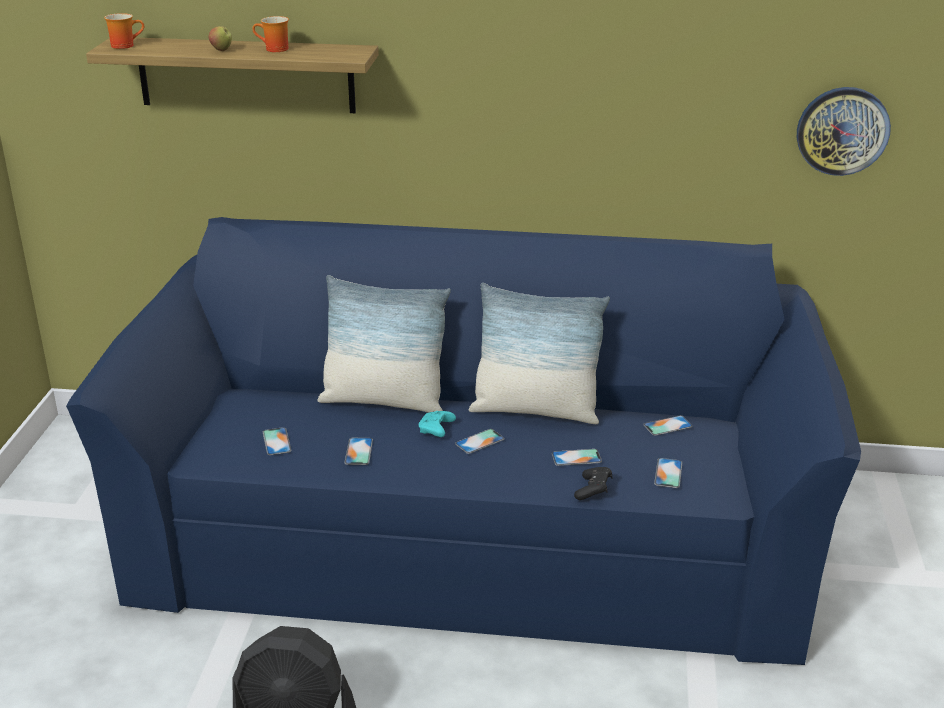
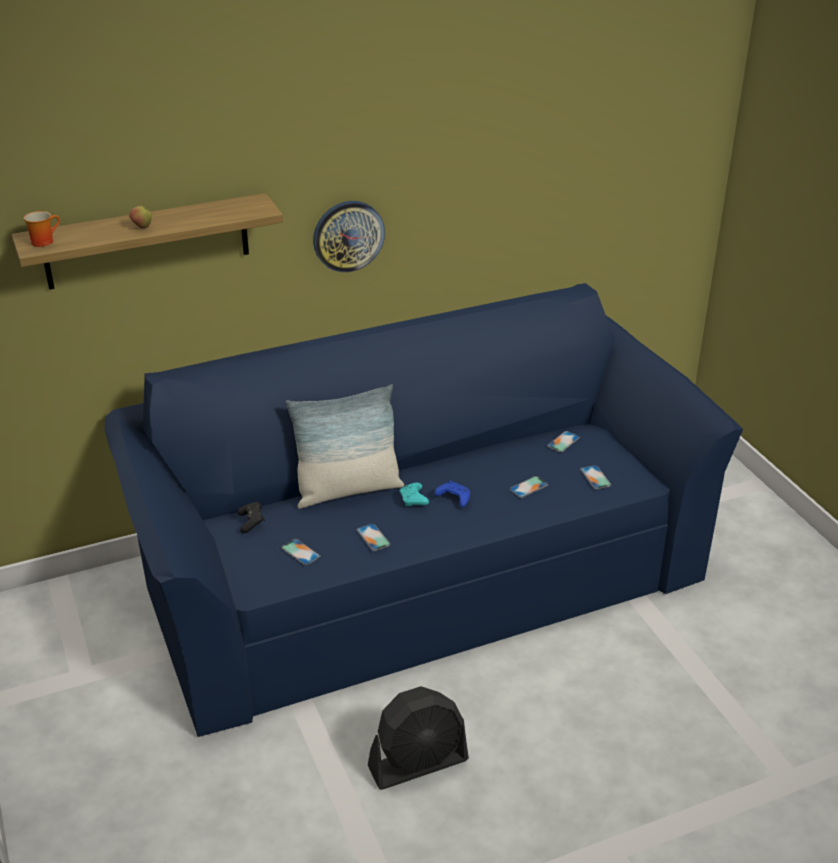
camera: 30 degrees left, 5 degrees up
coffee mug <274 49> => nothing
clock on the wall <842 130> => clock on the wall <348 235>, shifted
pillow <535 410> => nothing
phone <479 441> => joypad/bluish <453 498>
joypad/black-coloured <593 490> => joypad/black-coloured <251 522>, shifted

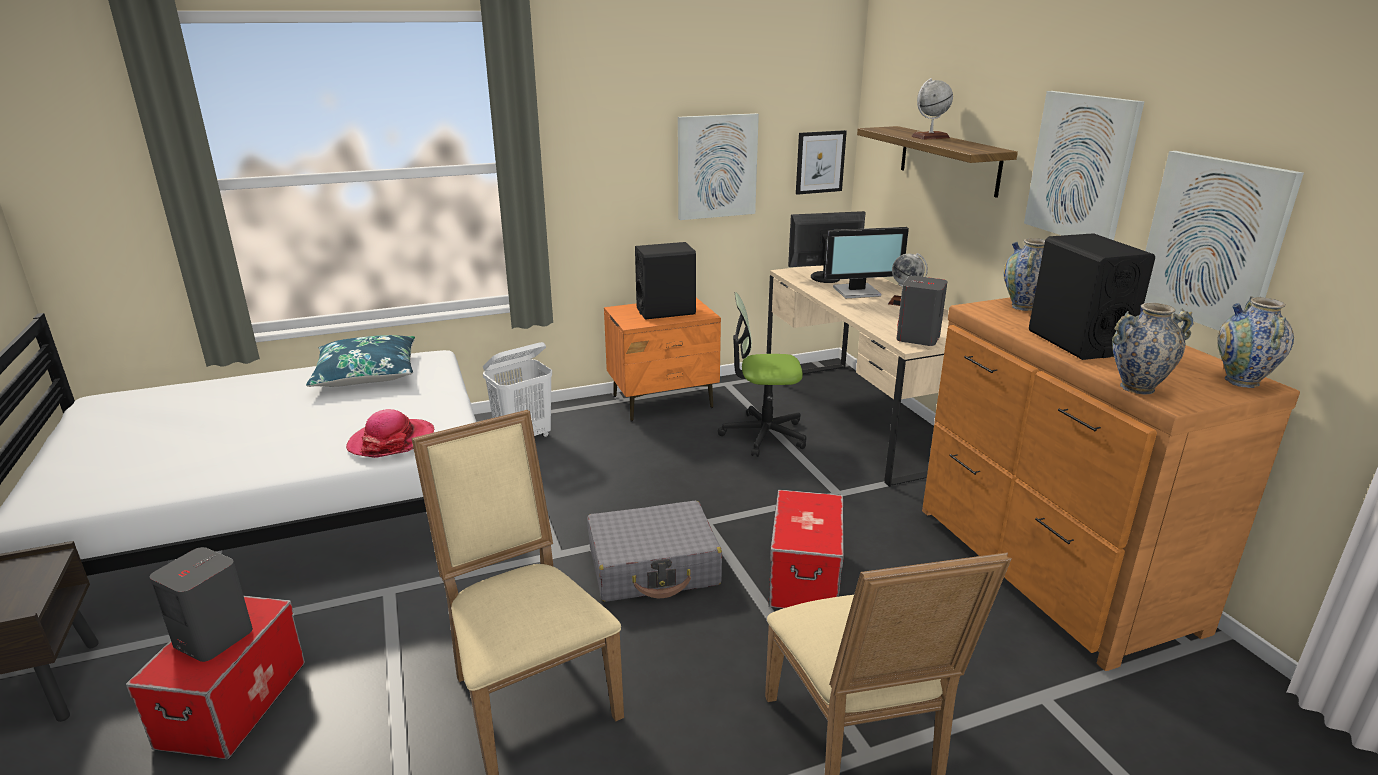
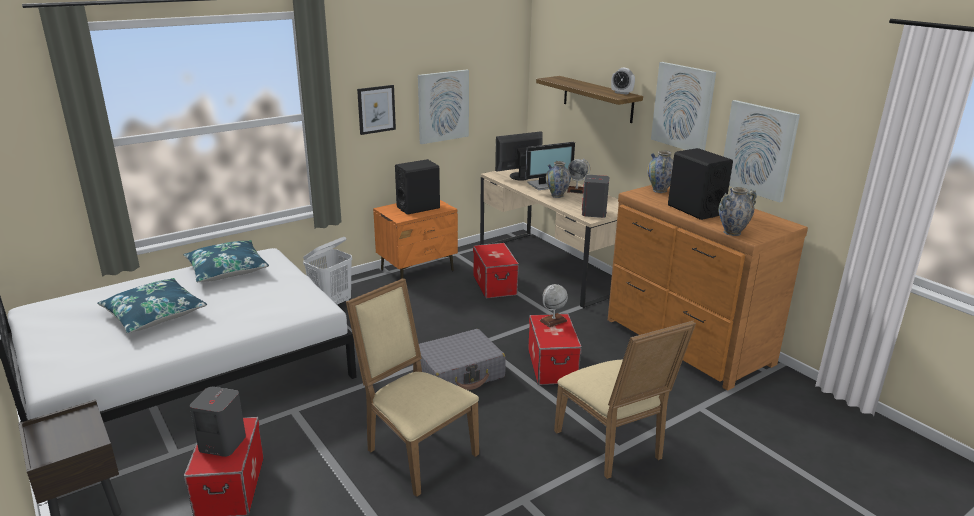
camera: 15 degrees left, 0 degrees up
globe <930 137> => globe <553 321>, shifted
picture <820 162> => picture <376 109>, shifted
desk chair <763 435> => storage box <494 285>
vase <1242 381> => vase <557 195>, shifted
hat <392 441> => nothing
nothing => bedside clock <621 93>
nothing => pillow/bluish <154 315>

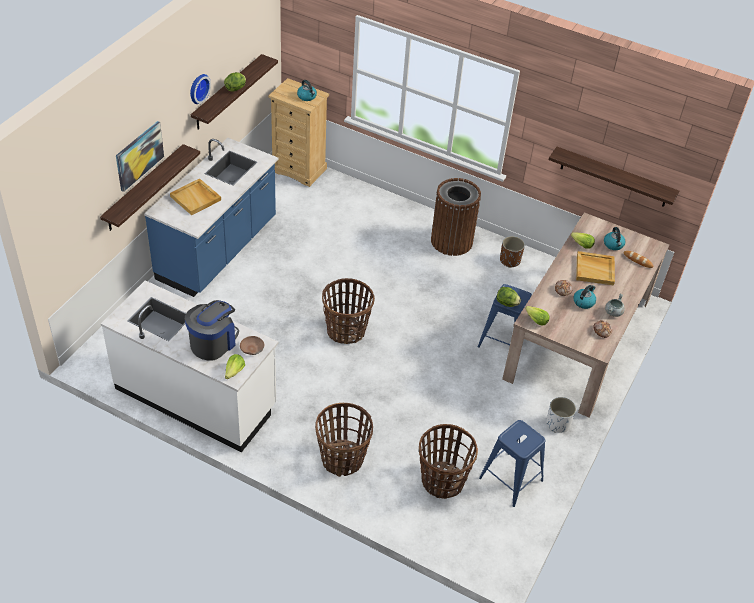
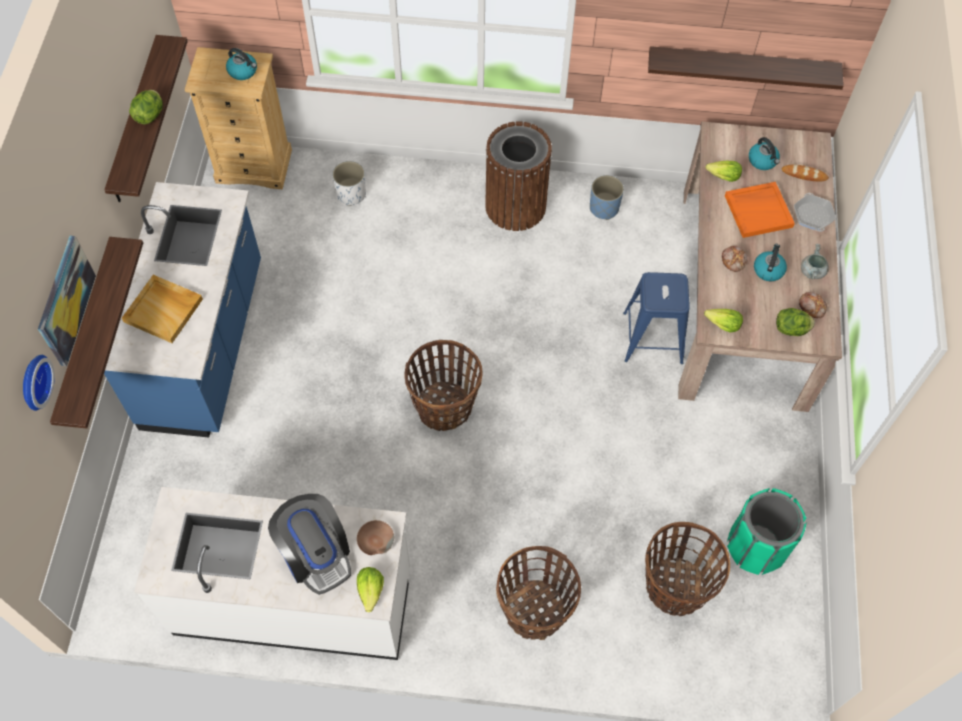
camera: 20 degrees left, 15 degrees up
clock on the wall <198 88> => clock on the wall <33 382>, shifted
flower pot/brown <510 260> => flower pot/bluish <604 208>
serving tray/sand-coloured <595 269> => serving tray/orange <758 211>
lettuce <507 303> => lettuce <791 329>, shifted
coffee machine <213 342> => coffee machine <316 554>, 135 degrees clockwise
flower pot/white-coloured <558 424> => flower pot/white-coloured <351 194>, shifted
sitting stool/bluish <511 479> => waste bin/greenish <757 546>
nothing => pan <813 215>

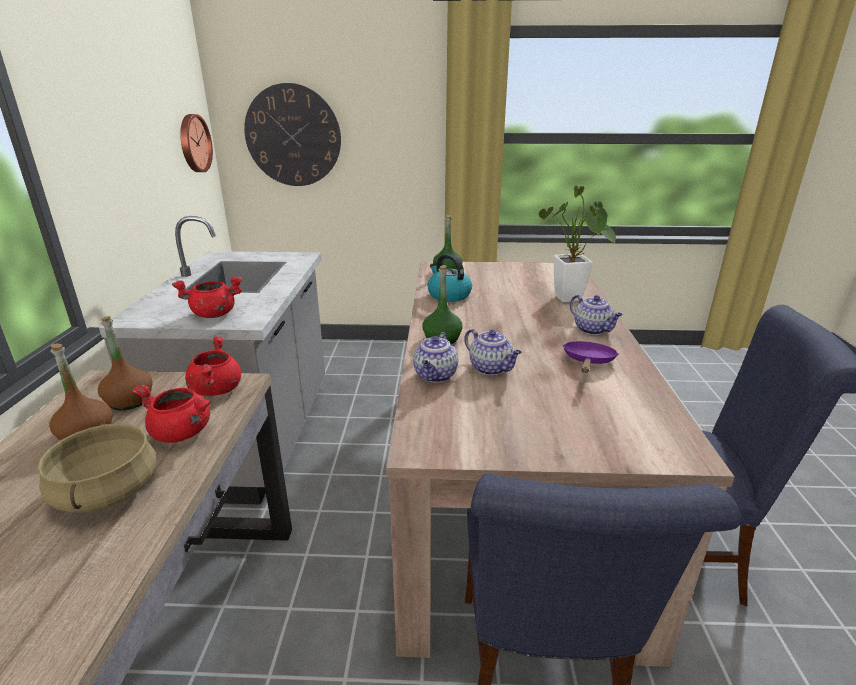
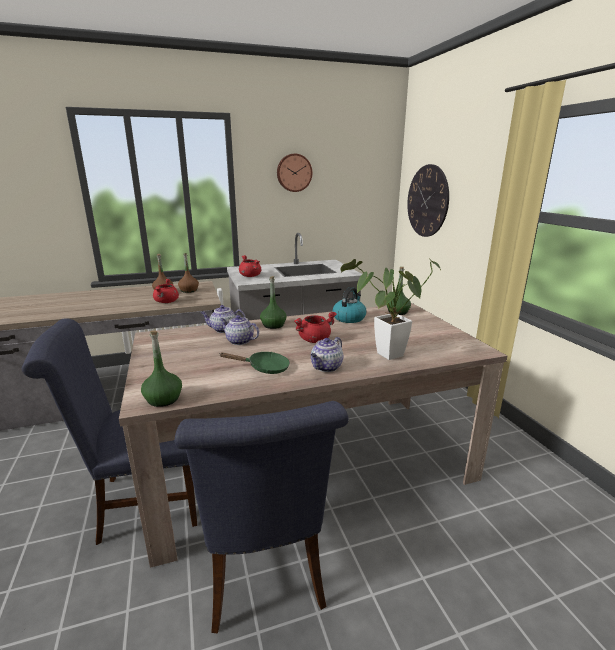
camera: 70 degrees right, 5 degrees down
clock on the wall <193 143> => clock on the wall <294 173>, shifted
tea pot <491 368> => tea pot <239 341>, 90 degrees clockwise
saucepot/reddish <216 389> => saucepot/reddish <314 340>, shifted
pan/purplish <588 362> => pan/greenish <264 368>
saucepot/sand-coloured <106 491> => nothing
nothing => beverage bottle/greenish <163 399>

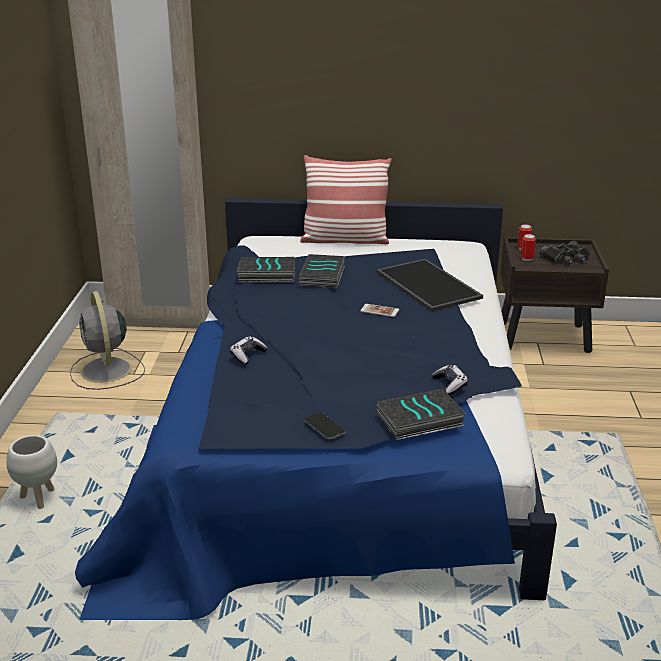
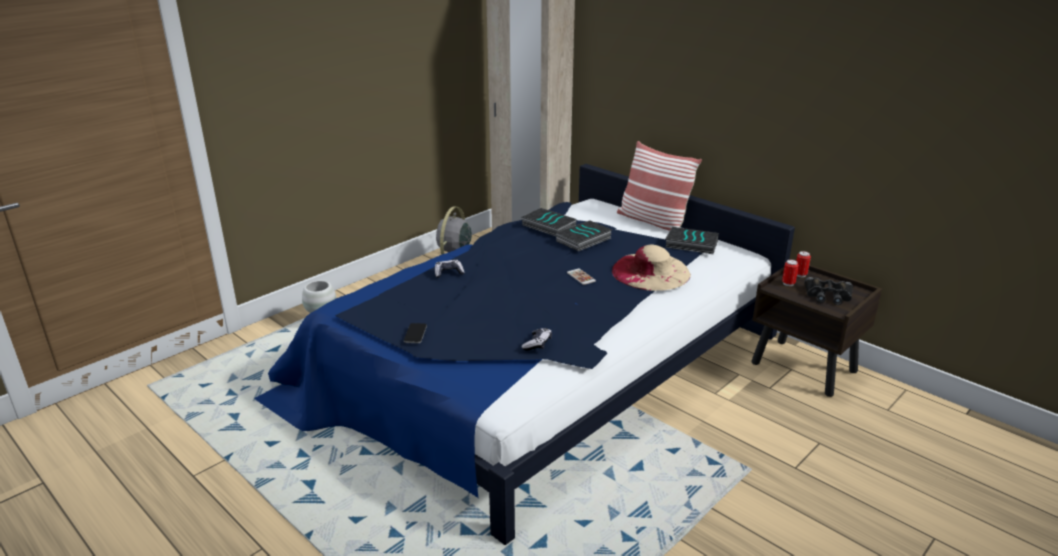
camera: 40 degrees right, 0 degrees up
serving tray <426 285> => hat/sand-coloured <650 272>
volume <419 421> => volume <691 244>, shifted

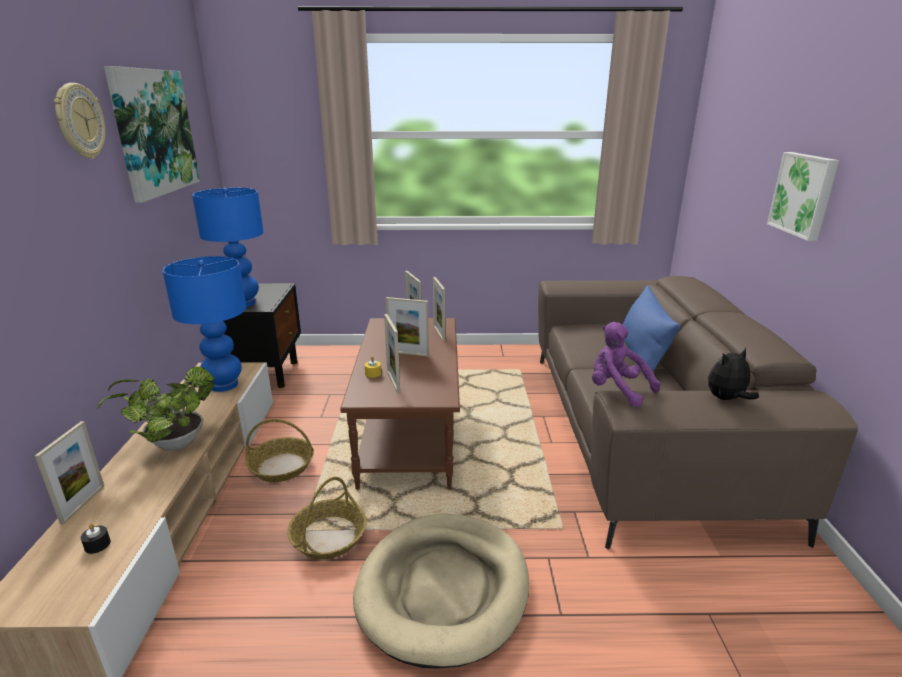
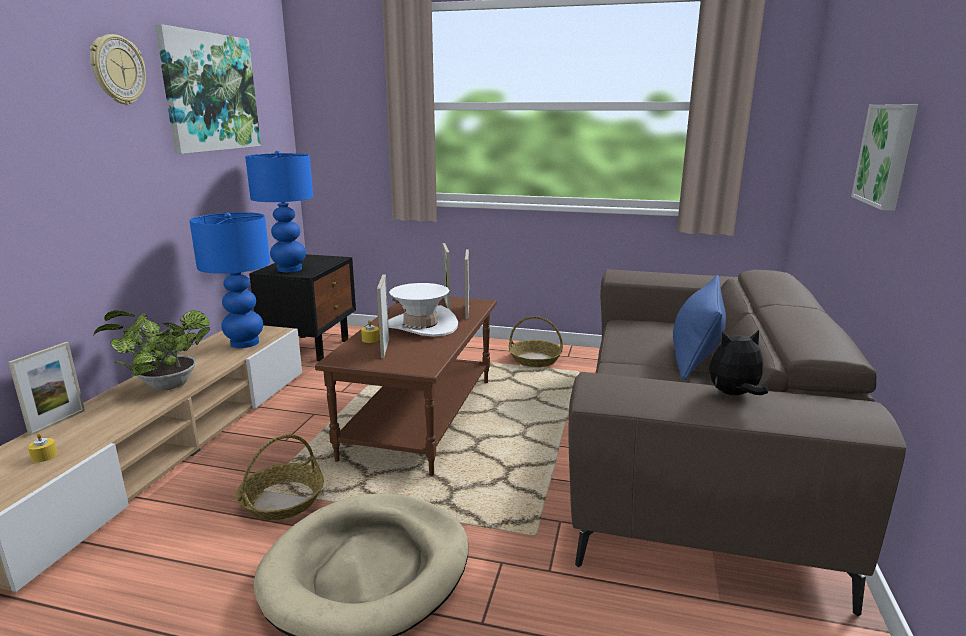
camera: 15 degrees right, 5 degrees down
picture frame <408 353> => hat/white-coloured <420 326>
plush toy/purplish <617 390> => nothing
household basket <282 466> => household basket <535 359>, shifted
wax light/black-coloured <97 545> => wax light/yellow-coloured <44 456>

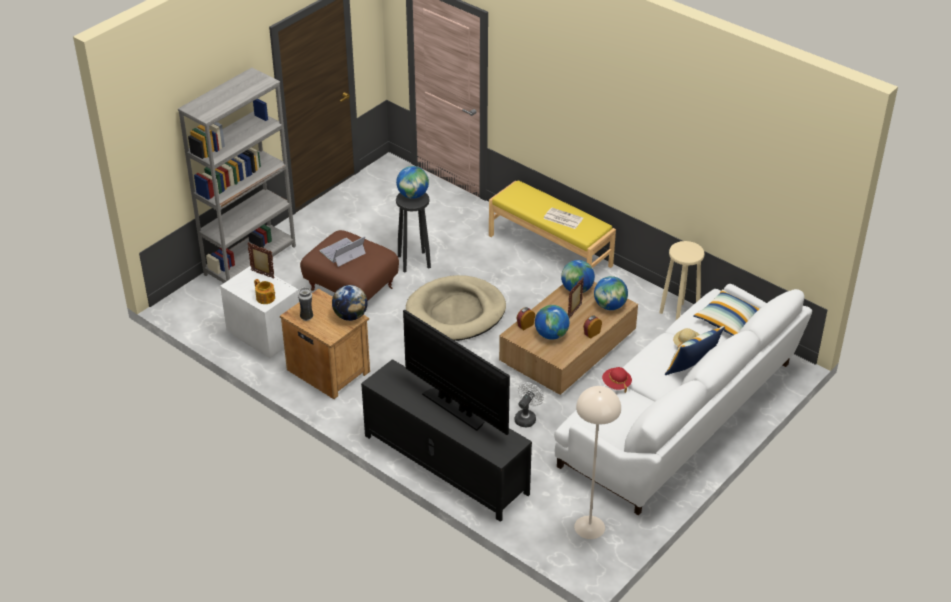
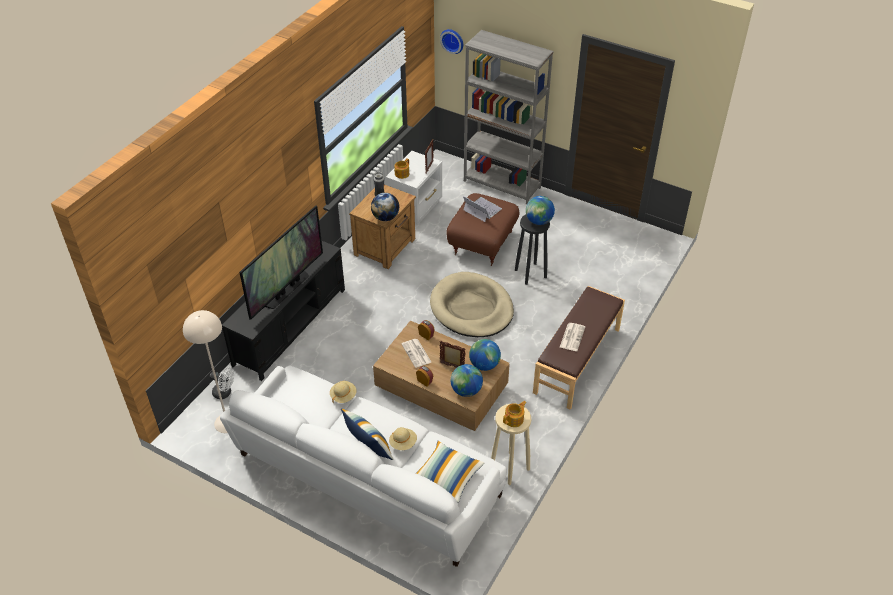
camera: 80 degrees right, 5 degrees up
long seat/yellow-coloured <550 250> => long seat/brown <578 360>
globe <551 335> => newspaper <417 353>
hat/reddish <616 384> => hat/sand-coloured <343 396>
cooling fan/white-coloured <526 417> => cooling fan/white-coloured <225 393>, shifted
nothing => clock on the wall <453 40>
nothing => tea pot <514 419>

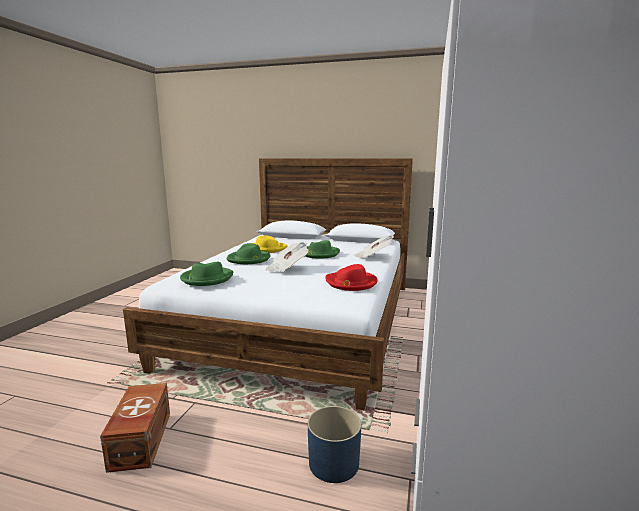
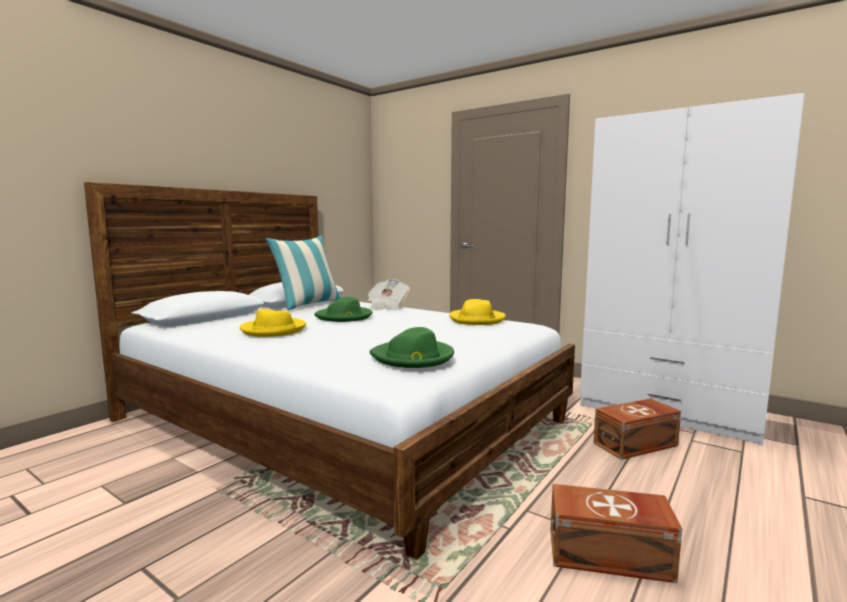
camera: 70 degrees left, 5 degrees down
newspaper <287 268> => nothing
hat/greenish <249 259> => nothing
hat/reddish <351 283> => hat/yellow-coloured <477 320>
flower pot/bluish <333 463> => storage box/brown <637 445>
nothing => pillow <308 305>

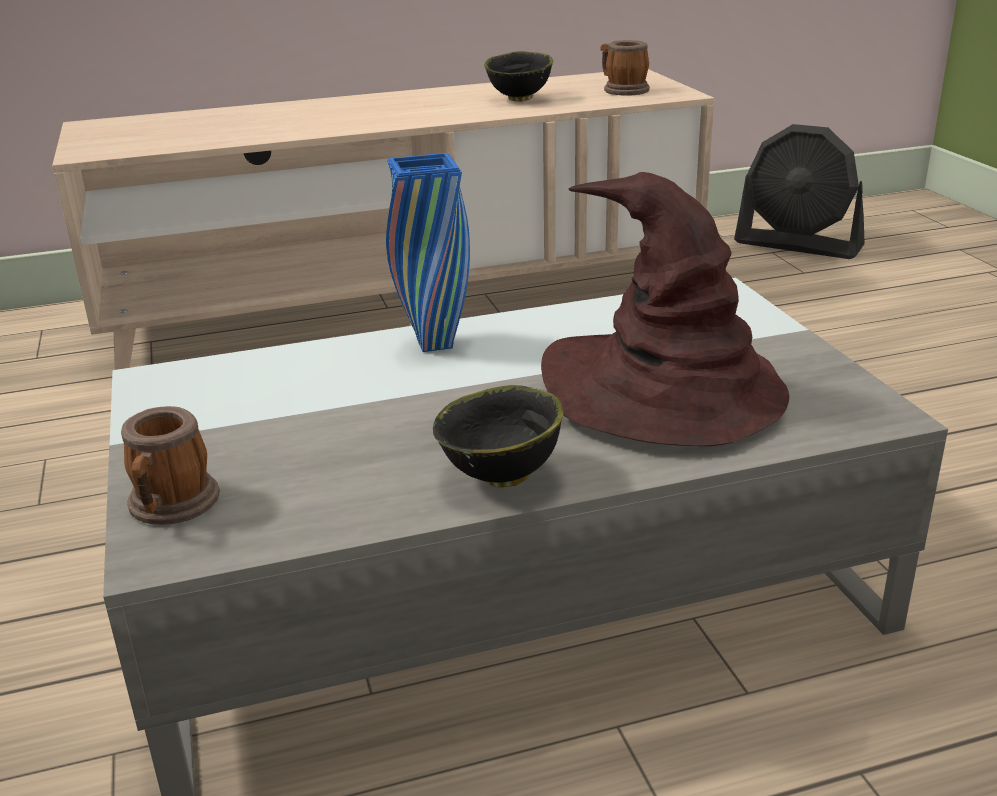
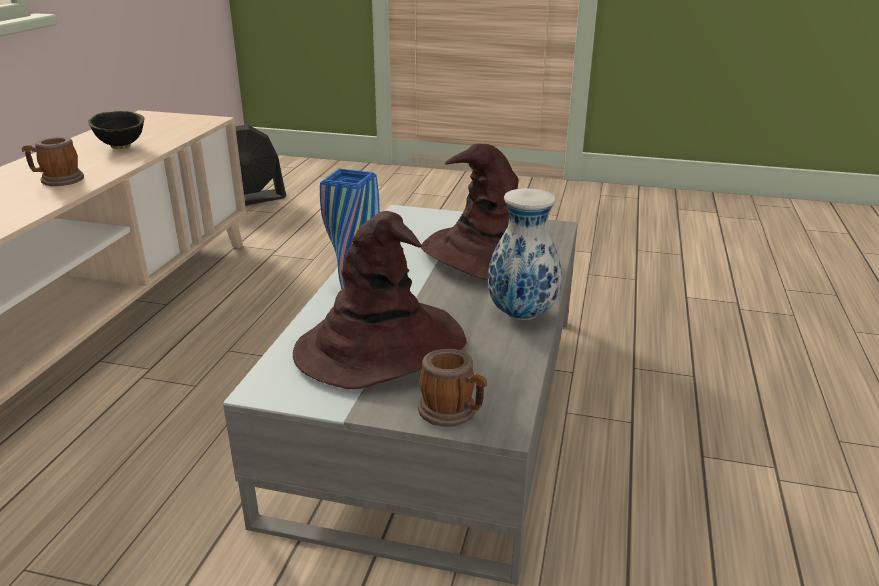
camera: 60 degrees left, 0 degrees up
coffee mug <622 90> => coffee mug <57 180>, shifted
bowl/black-coloured <502 478> => vase <523 314>
nothing => hat/brown <381 347>

